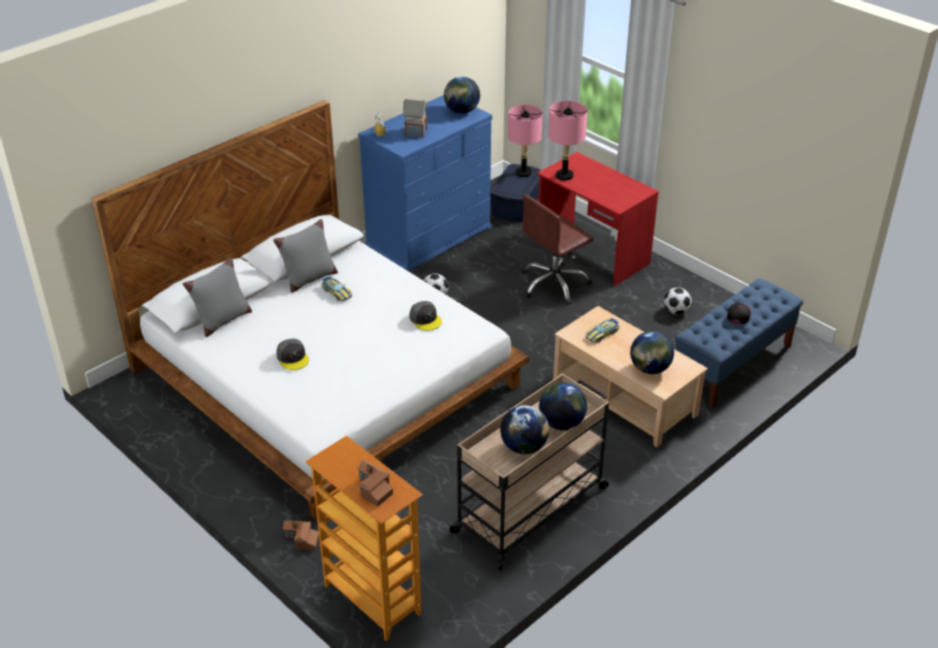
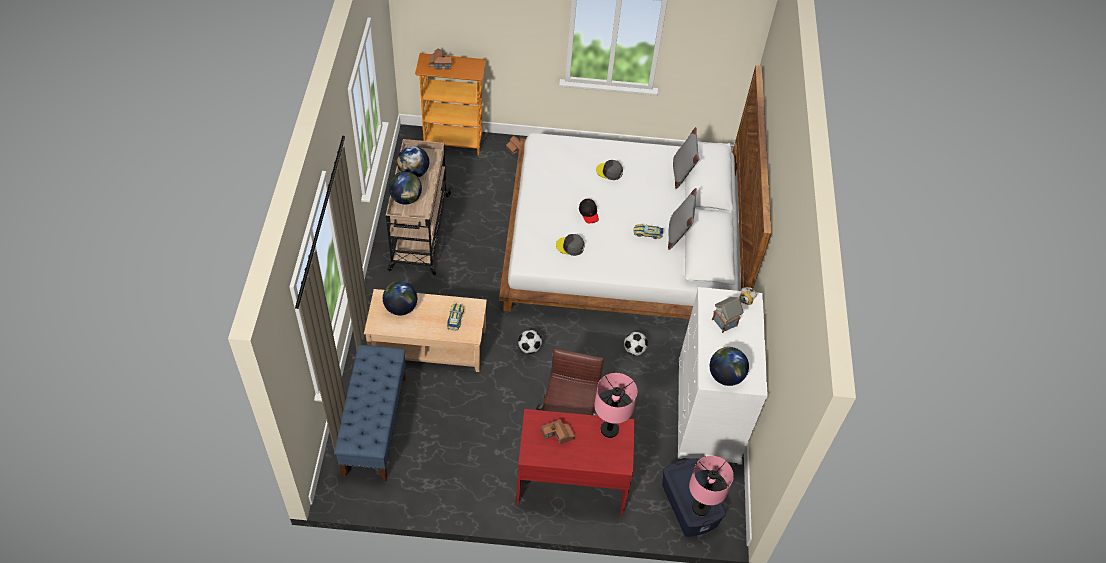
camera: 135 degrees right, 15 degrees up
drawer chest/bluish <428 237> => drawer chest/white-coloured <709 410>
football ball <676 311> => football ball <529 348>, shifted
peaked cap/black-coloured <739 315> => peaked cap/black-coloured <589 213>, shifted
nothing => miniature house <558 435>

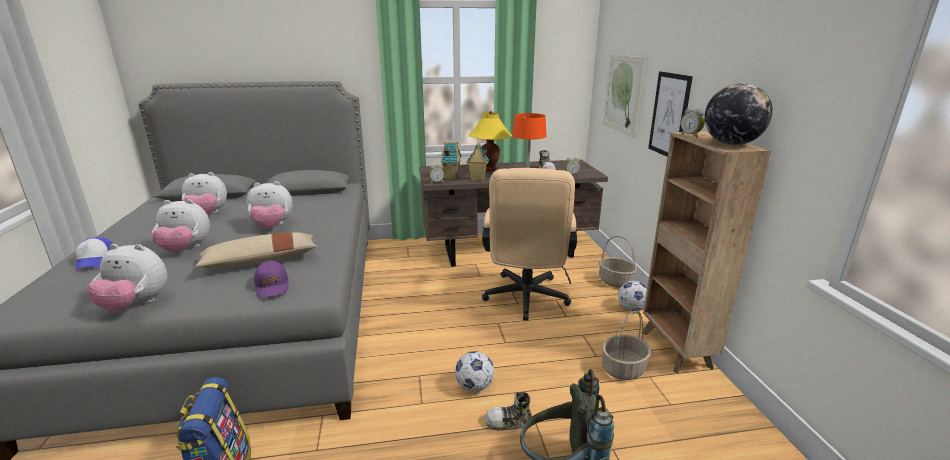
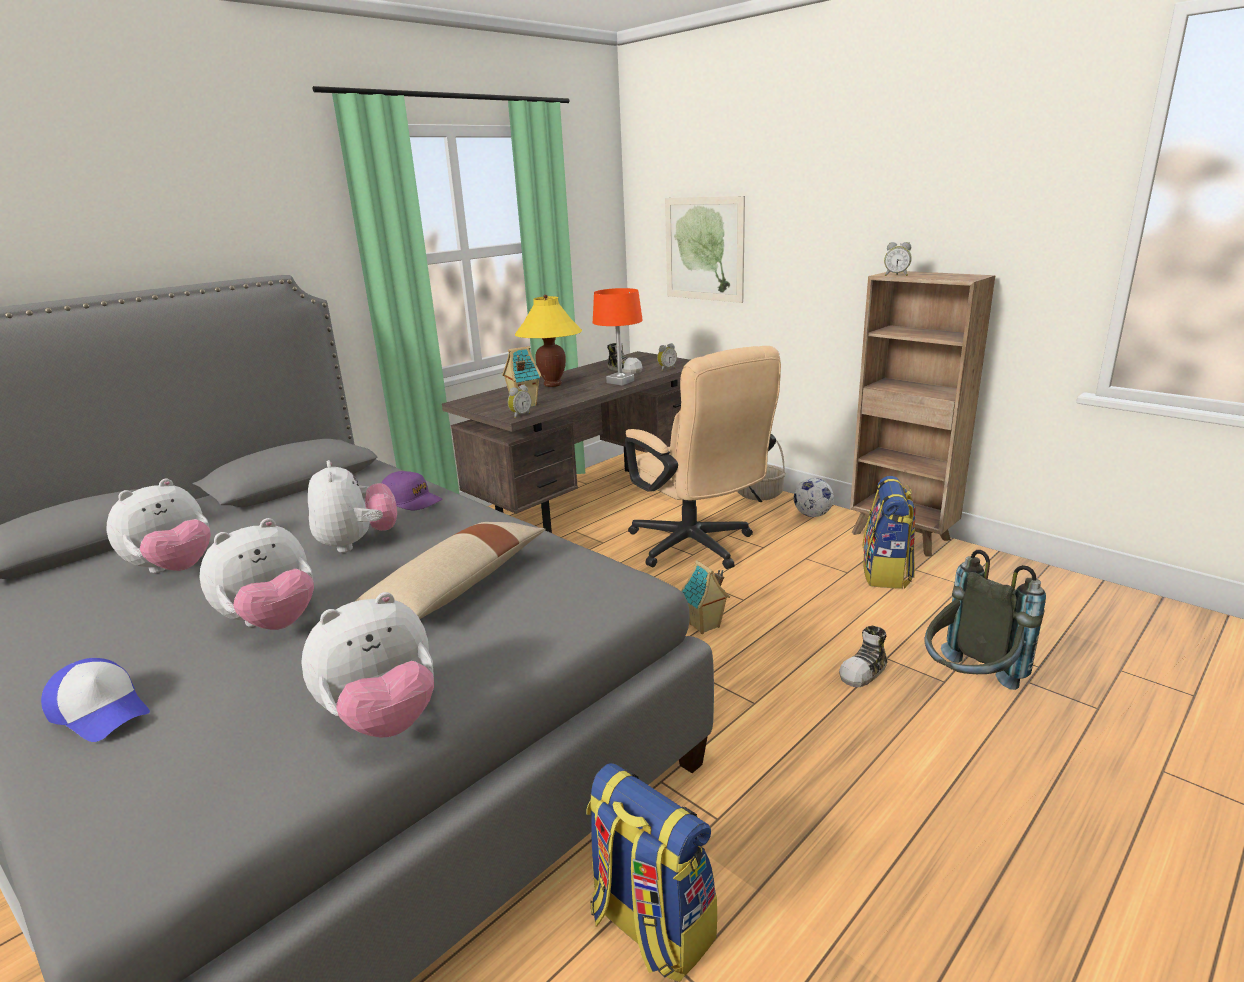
camera: 35 degrees left, 0 degrees up
picture <669 115> => nothing
globe <731 144> => nothing
miniature house <477 179> => miniature house <704 626>, shifted
plush toy <272 226> => plush toy <357 543>, 60 degrees counterclockwise
peaked cap/purplish <272 286> => peaked cap/purplish <412 500>, shifted
household basket <623 369> => backpack <886 573>
football ball <474 386> => nothing

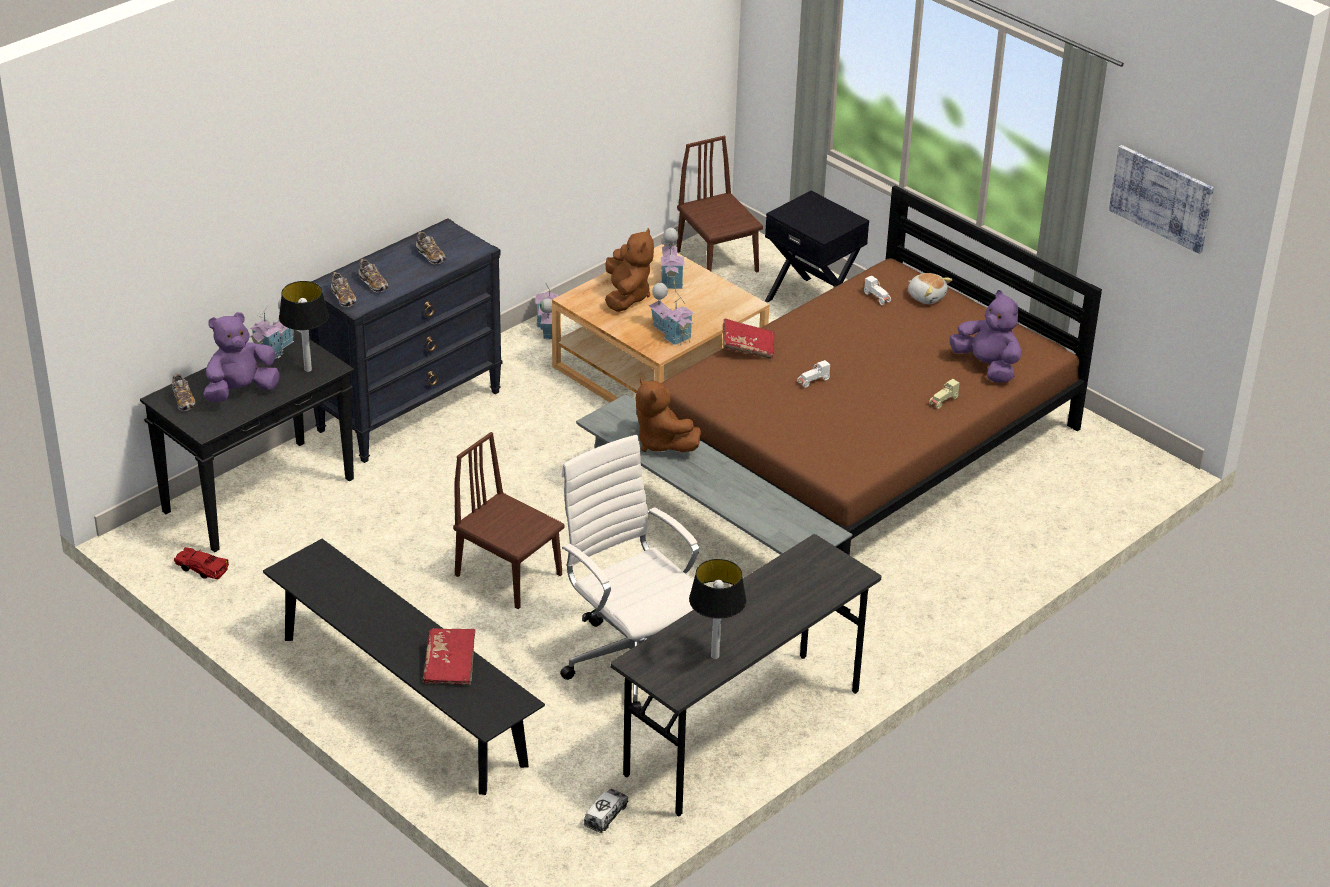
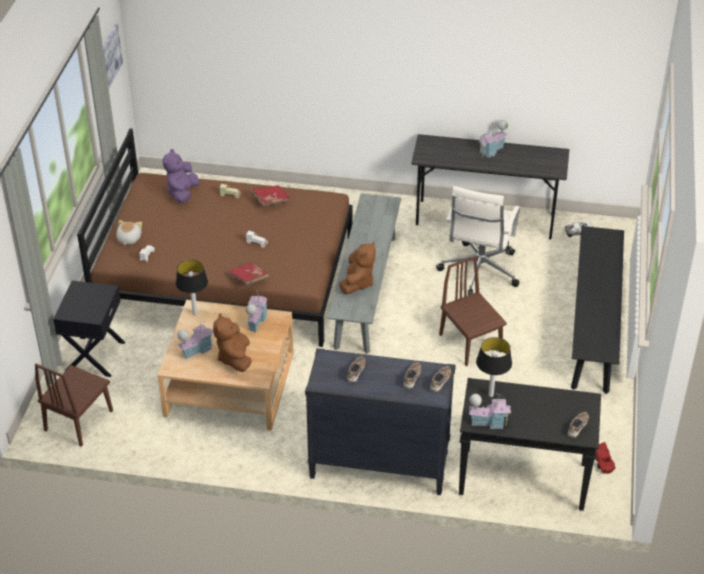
camera: 125 degrees left, 5 degrees up
plush toy/brown <626 296> => plush toy/brown <235 358>, 60 degrees counterclockwise
miniature house <547 328> => miniature house <492 150>, shifted
plush toy/purplish <240 391> => nothing
chair/brown <508 575> => chair/brown <470 343>, 150 degrees clockwise
table lamp <715 656> => table lamp <194 313>, shifted
volume/reddish <450 665> => volume/reddish <271 200>, shifted

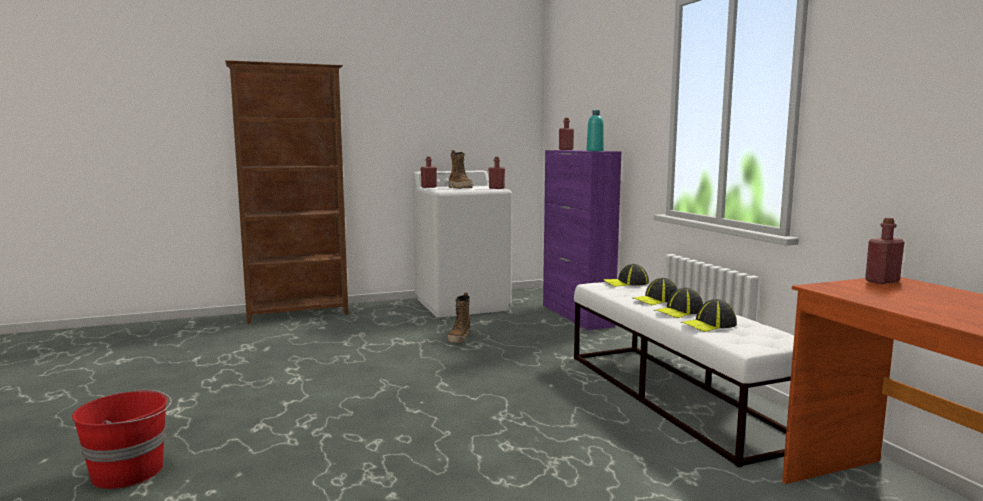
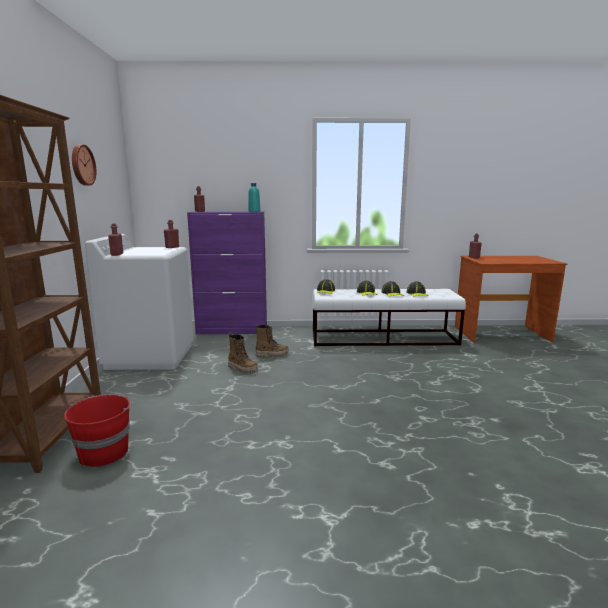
camera: 70 degrees left, 5 degrees up
tall boot <460 188> => tall boot <272 355>, shifted
pail/reddish <129 471> => pail/reddish <104 452>, shifted
nothing => clock on the wall <82 165>

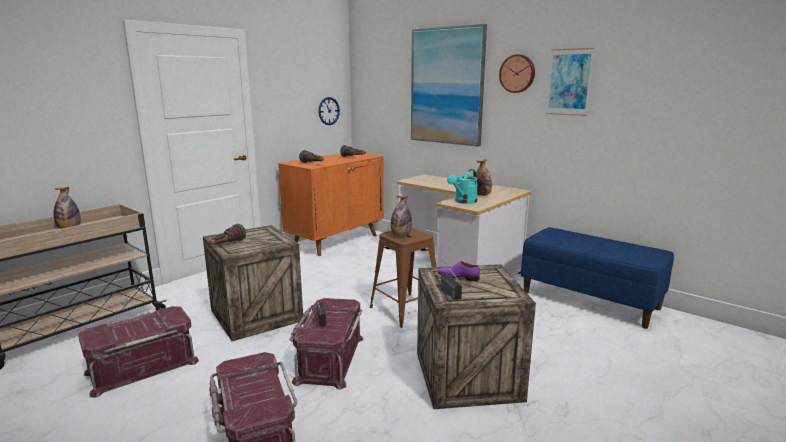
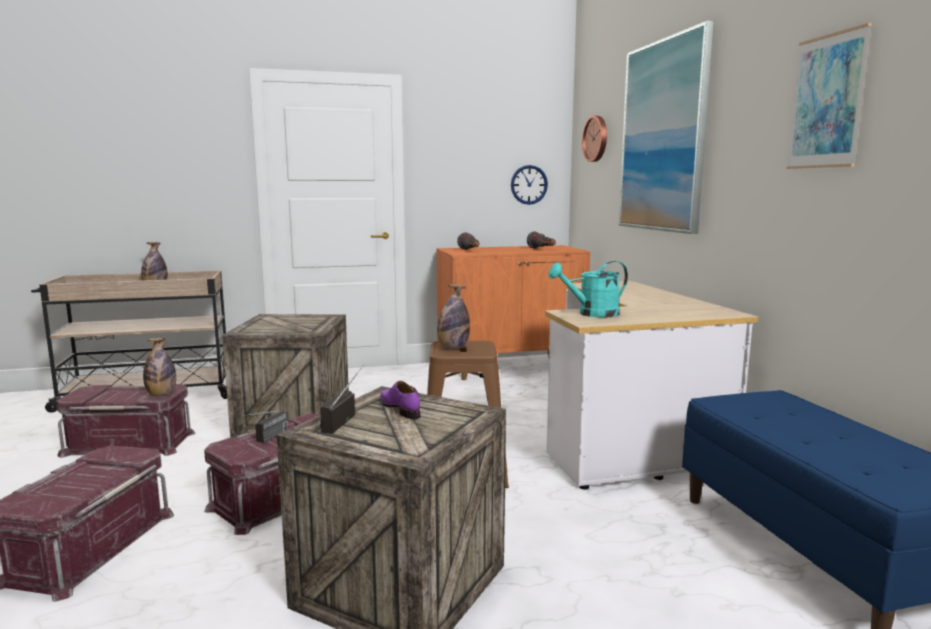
camera: 35 degrees right, 5 degrees down
clock on the wall <517 73> => clock on the wall <596 139>, shifted
beverage bottle <482 195> => beverage bottle <161 394>, shifted
torch <227 245> => nothing

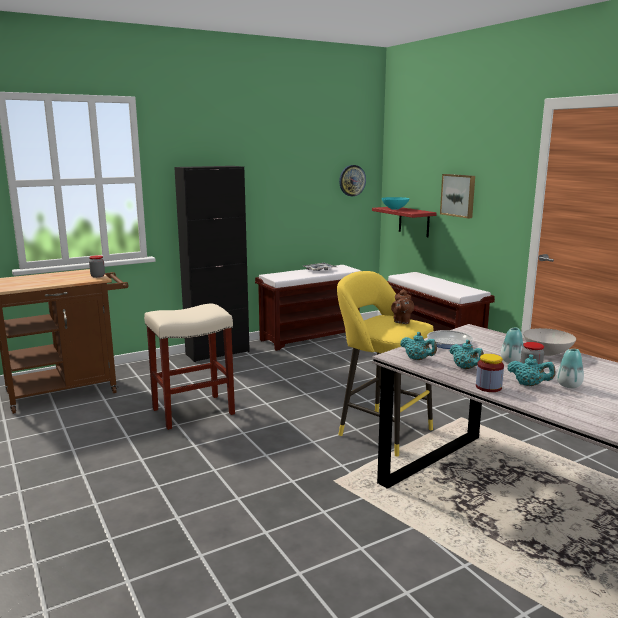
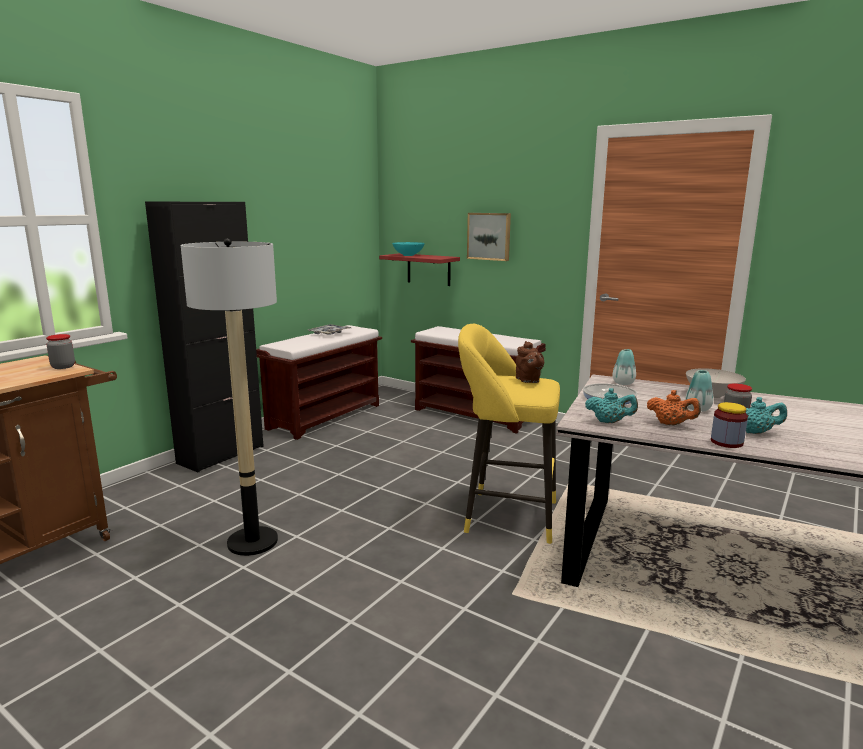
camera: 25 degrees left, 0 degrees up
clock on the wall <352 180> => nothing
sitting stool/sand-coloured <194 411> => standard lamp <252 541>
tea pot/turquoise-coloured <466 368> => tea pot/orange <671 424>
vase <568 385> => vase <623 383>, shifted

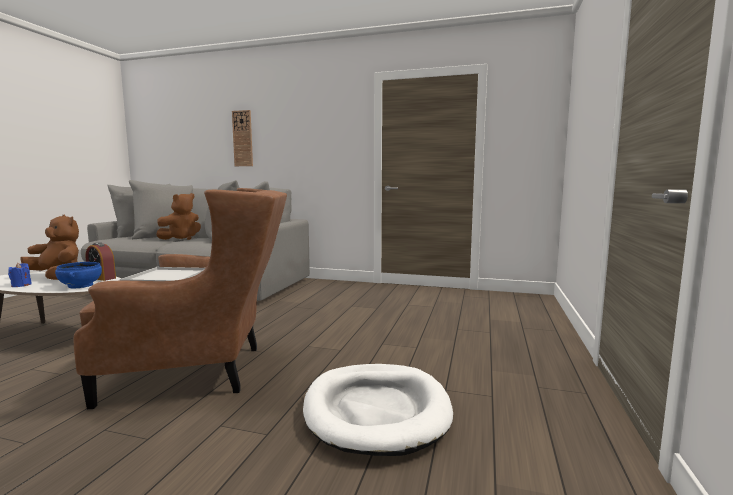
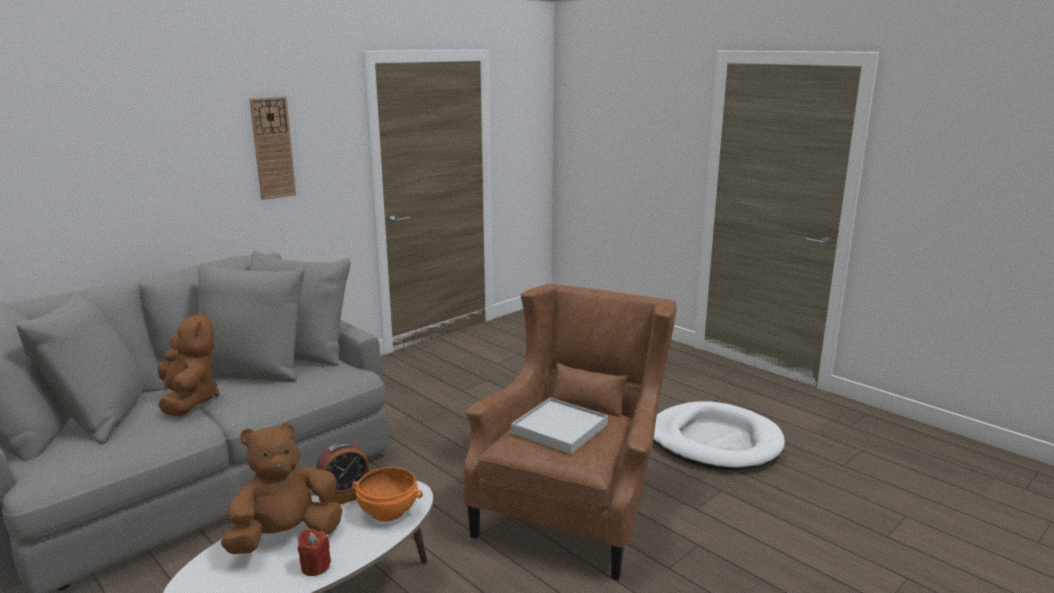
camera: 60 degrees left, 10 degrees up
clock on the wall <242 138> => clock on the wall <273 148>, shifted
bowl/bluish <80 285> => bowl/orange <387 512>
wax light/bluish <21 285> => wax light/reddish <315 566>

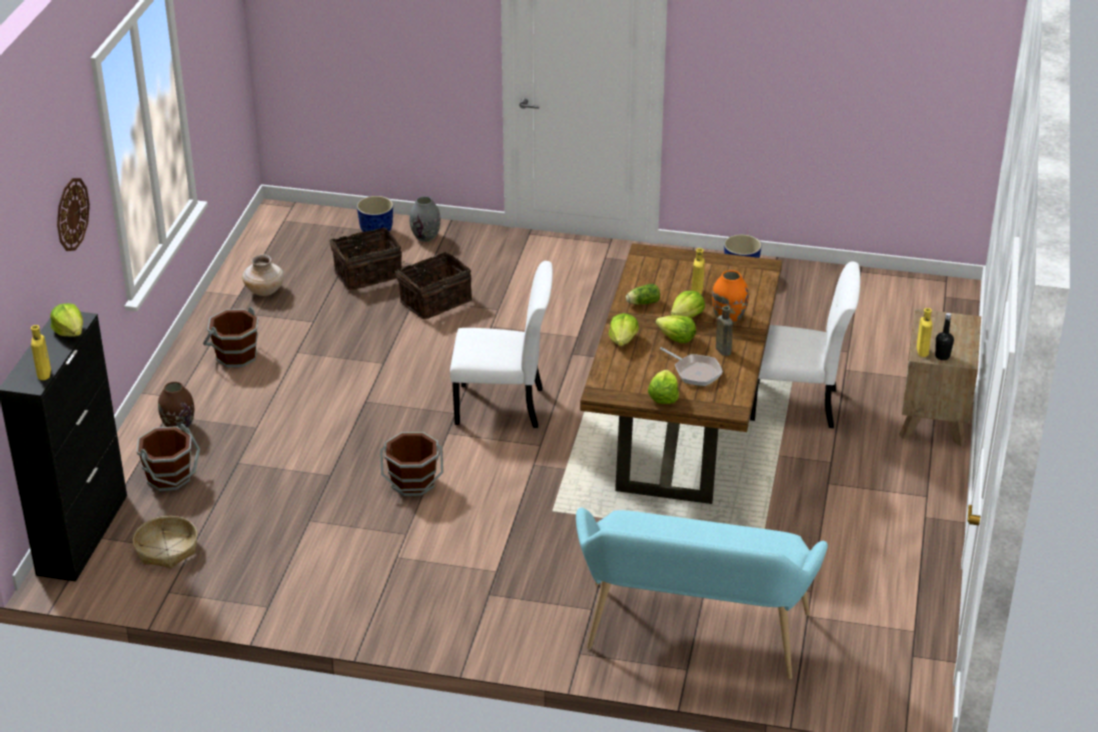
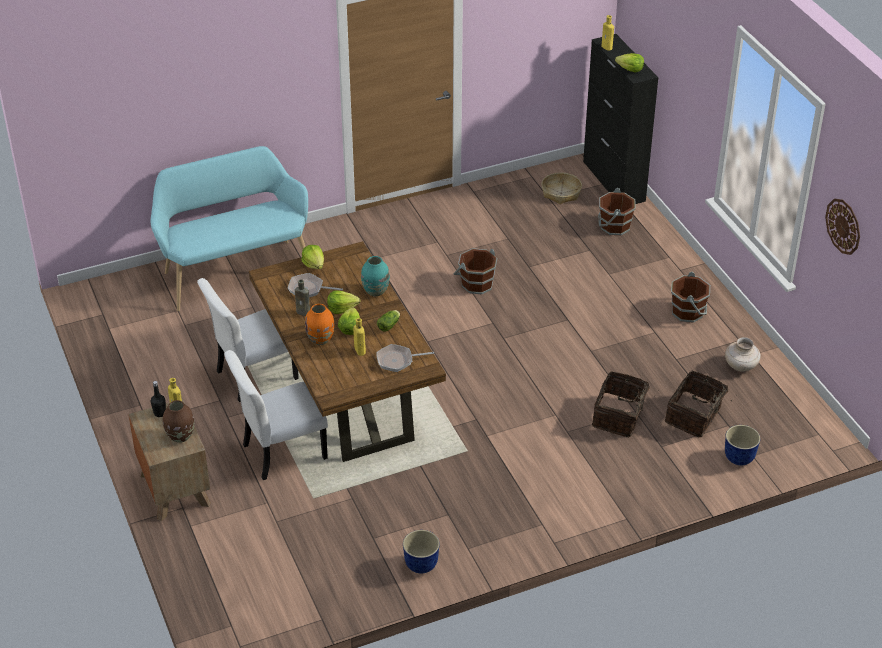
camera: 145 degrees right, 5 degrees up
clock on the wall <72 214> => clock on the wall <843 226>, shifted
vase/gray <426 237> => nothing
chair/white-coloured <503 407> => chair/white-coloured <253 376>, shifted
lettuce <623 340> => vase/turquoise-coloured <375 291>
vase/brown <178 426> => vase/brown <181 436>, shifted
nothing => pan <397 360>

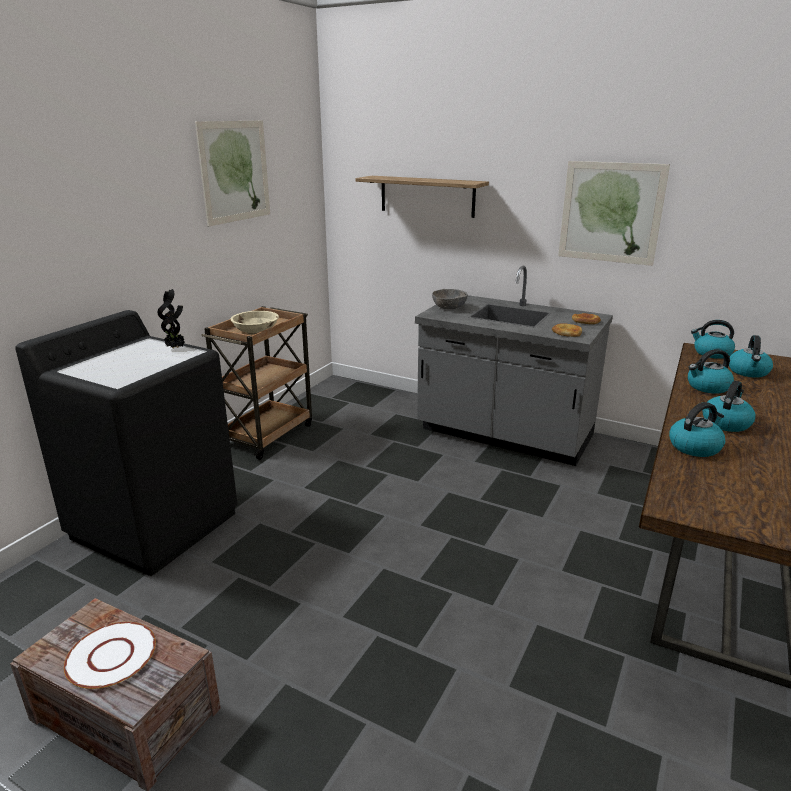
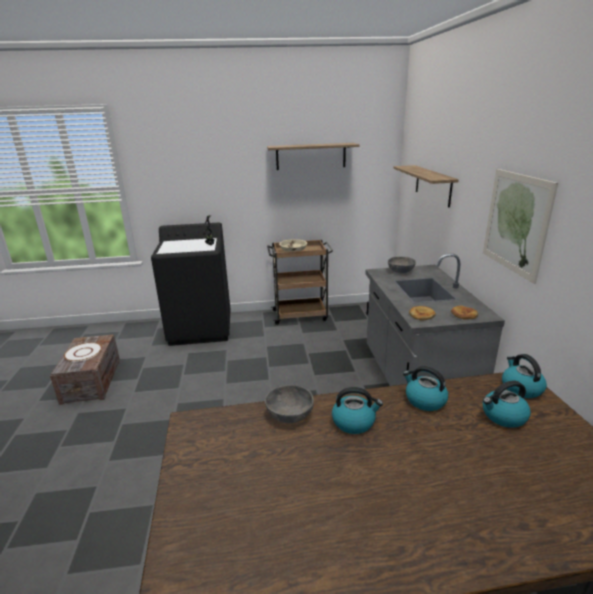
camera: 55 degrees right, 0 degrees up
picture <235 171> => wall shelf <311 156>
kettle <695 446> => bowl/gray <289 414>

